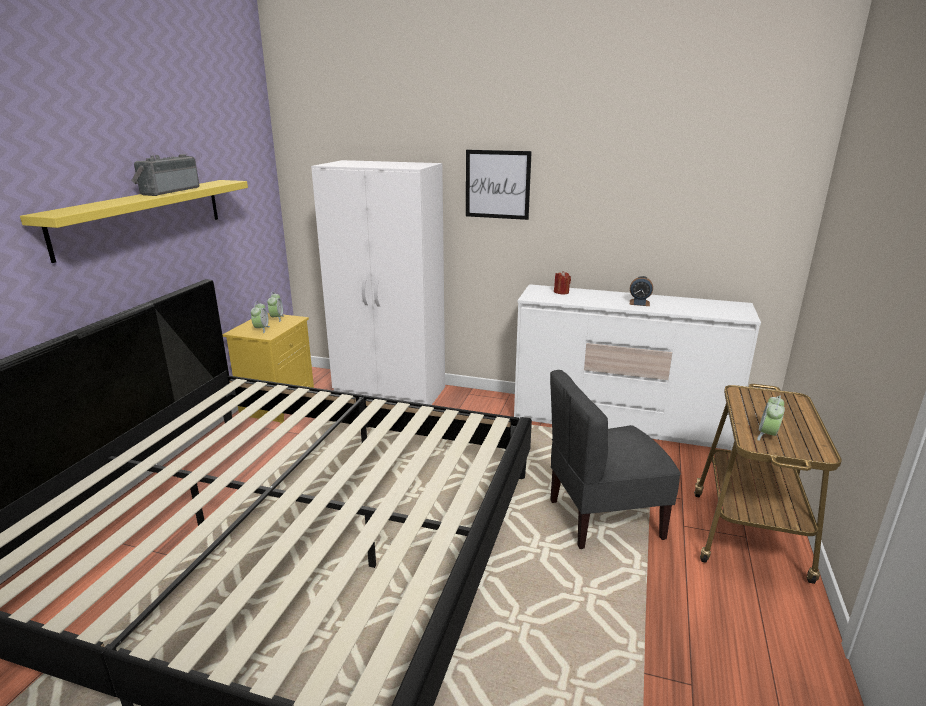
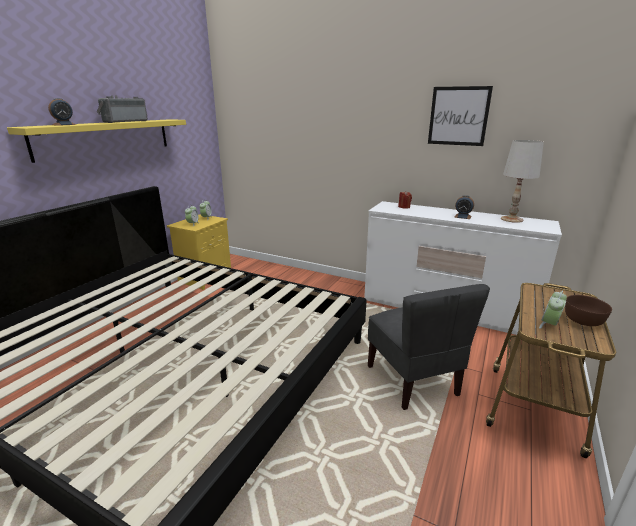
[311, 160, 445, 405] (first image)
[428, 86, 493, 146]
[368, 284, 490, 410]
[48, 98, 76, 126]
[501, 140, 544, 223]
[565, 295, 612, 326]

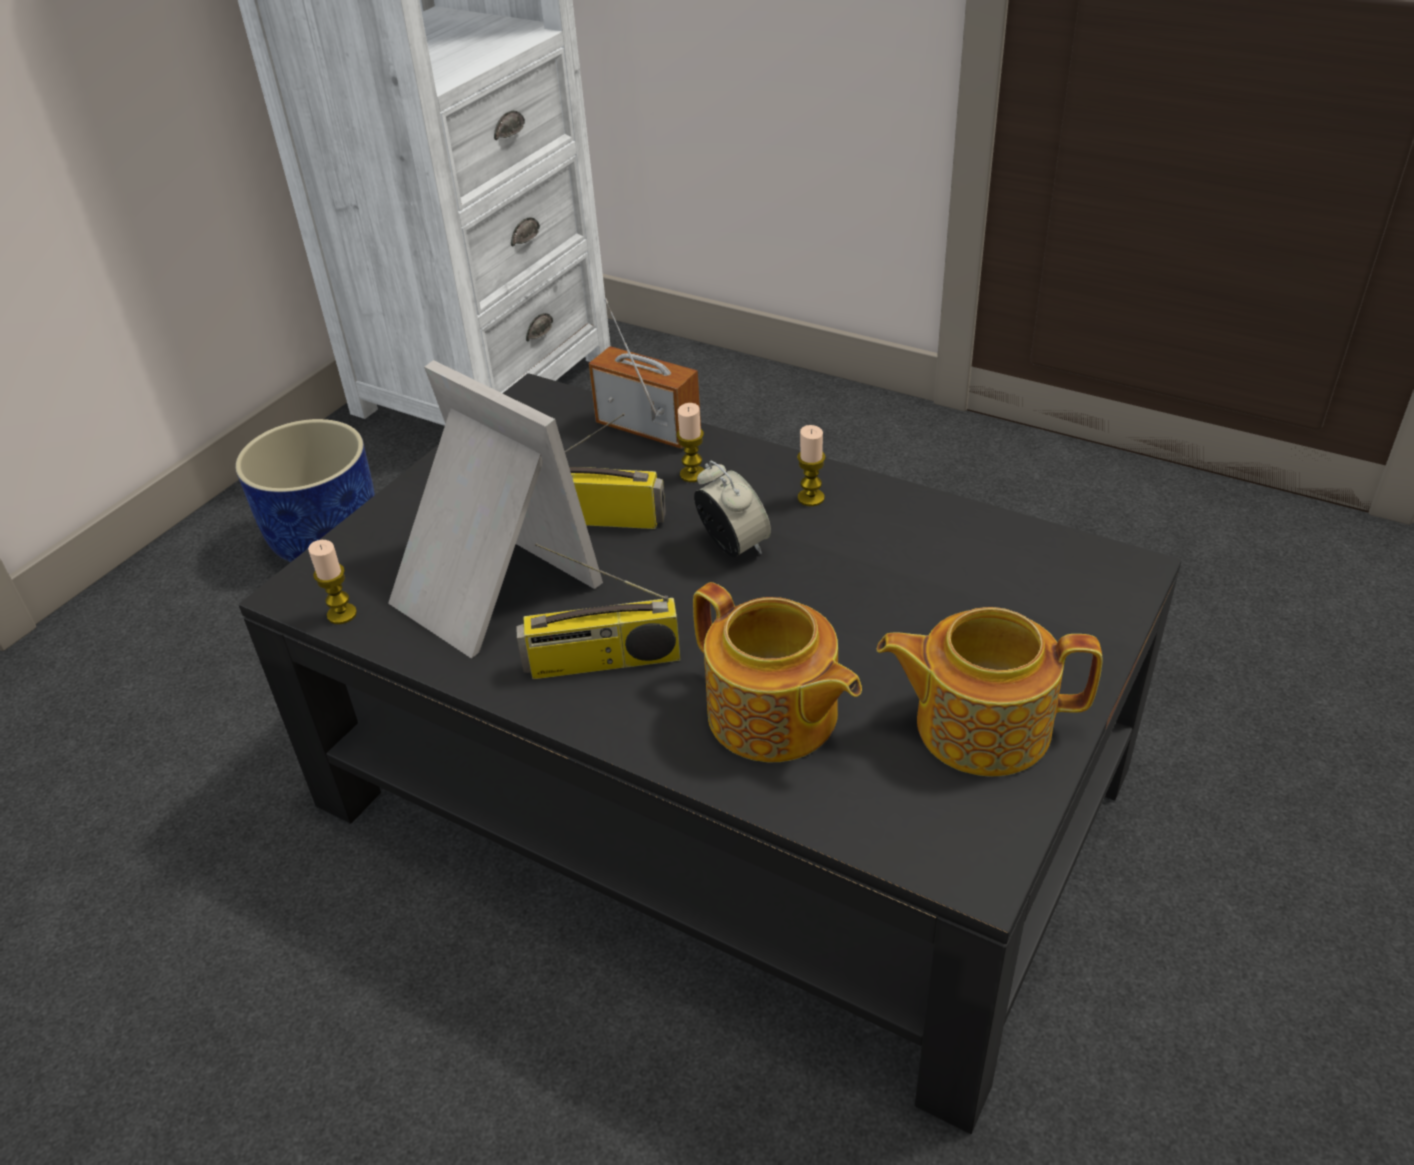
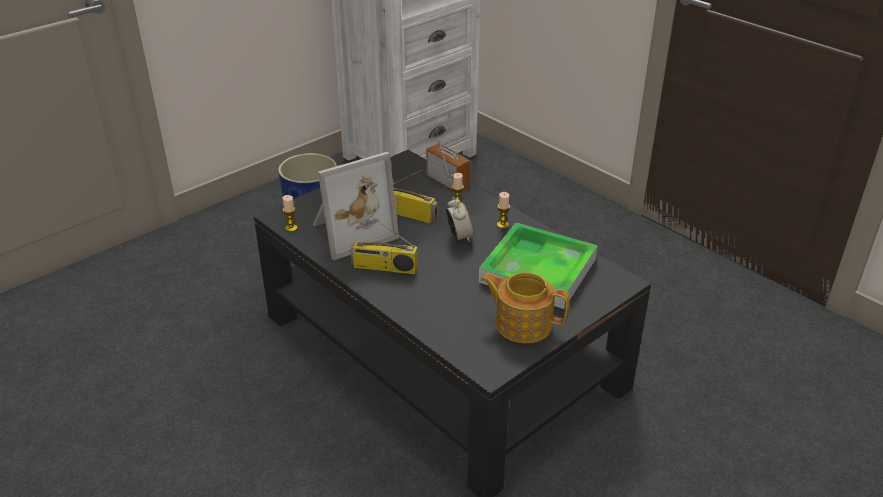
[313, 152, 399, 261]
[693, 582, 862, 762] (first image)
[479, 223, 598, 309]

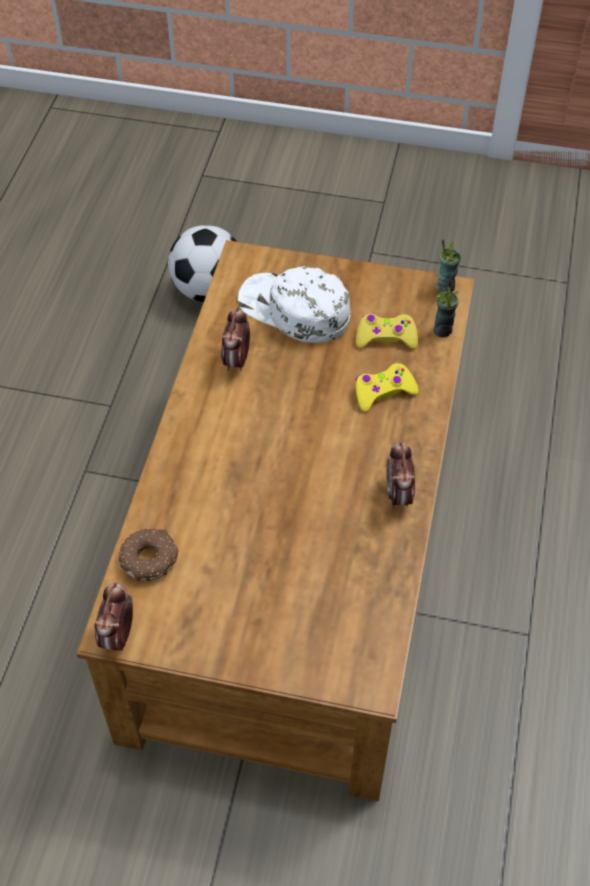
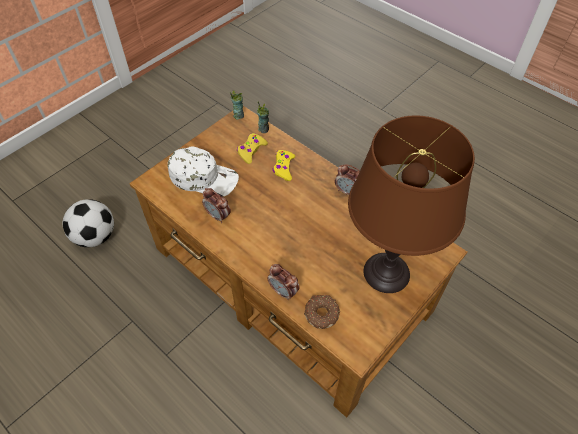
[267, 264, 300, 300]
[168, 146, 239, 197]
[348, 115, 475, 293]

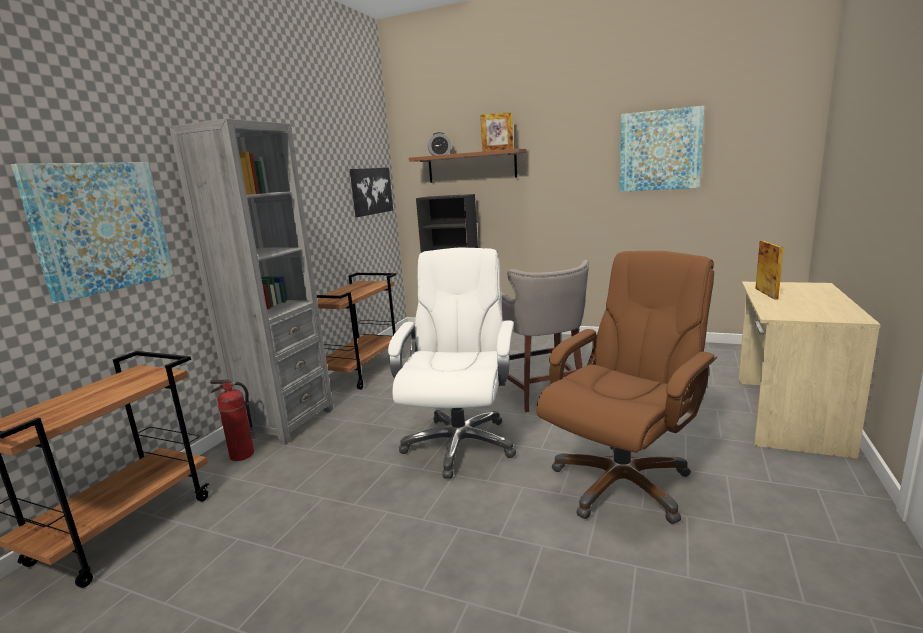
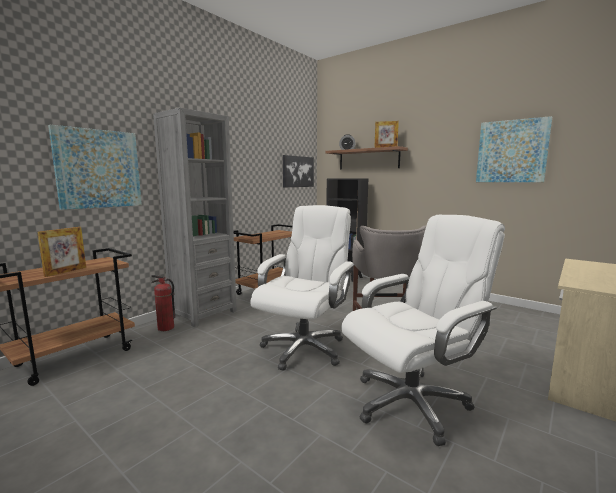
[341, 215, 505, 446]
[37, 227, 86, 277]

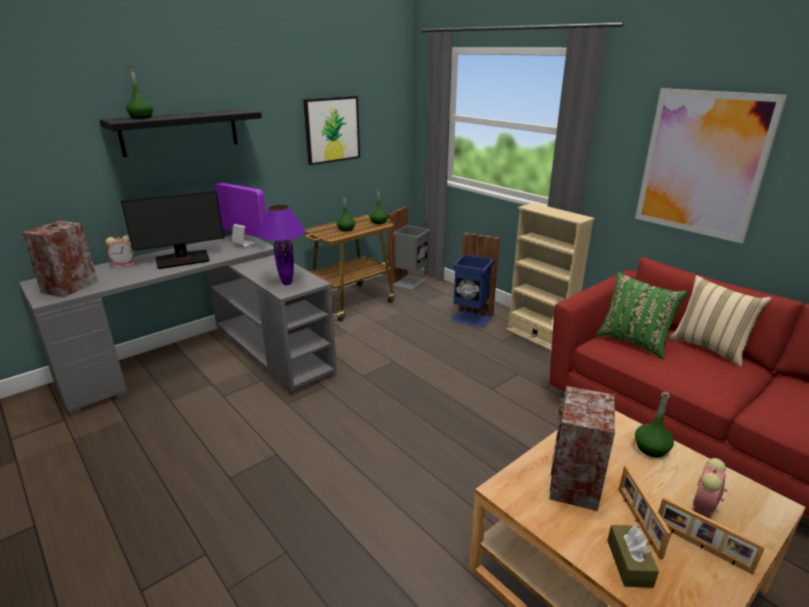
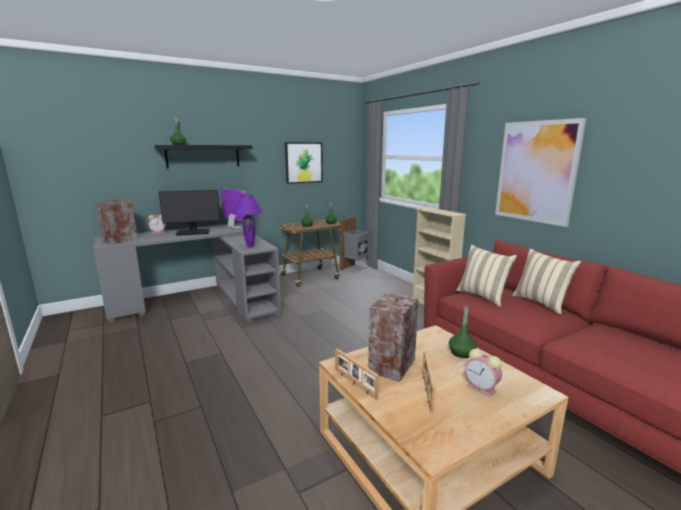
[450, 232, 500, 328] (first image)
[456, 245, 517, 307]
[607, 525, 659, 588] (first image)
[335, 349, 379, 400]
[465, 349, 502, 397]

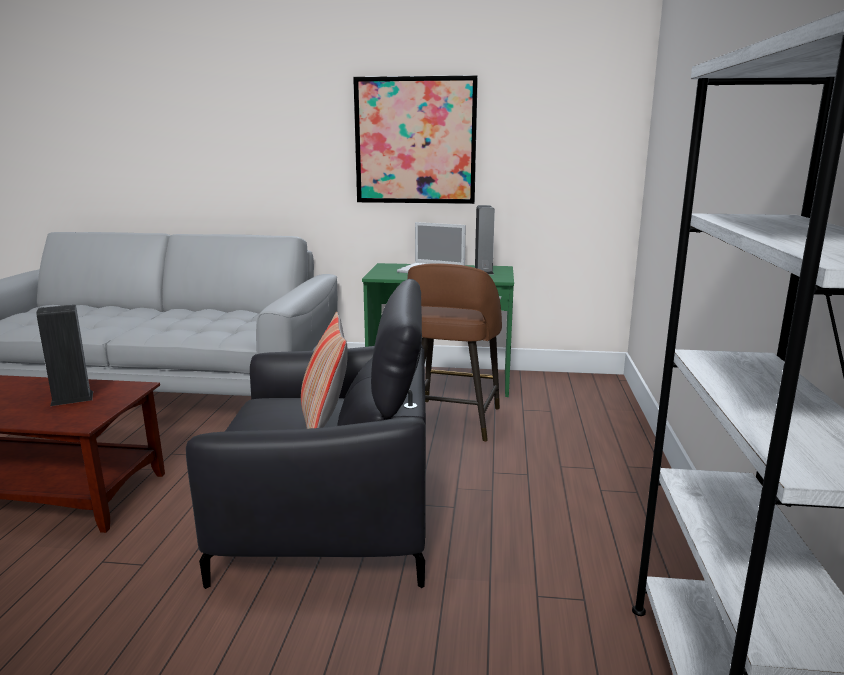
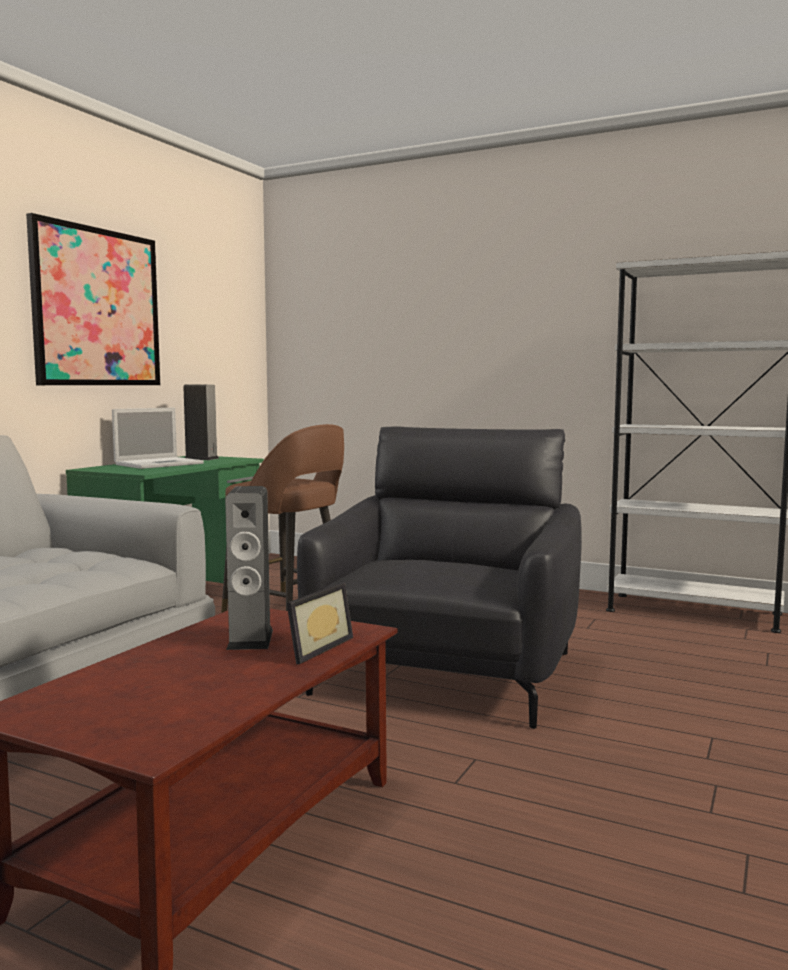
[301, 312, 348, 429] (first image)
[287, 582, 353, 664]

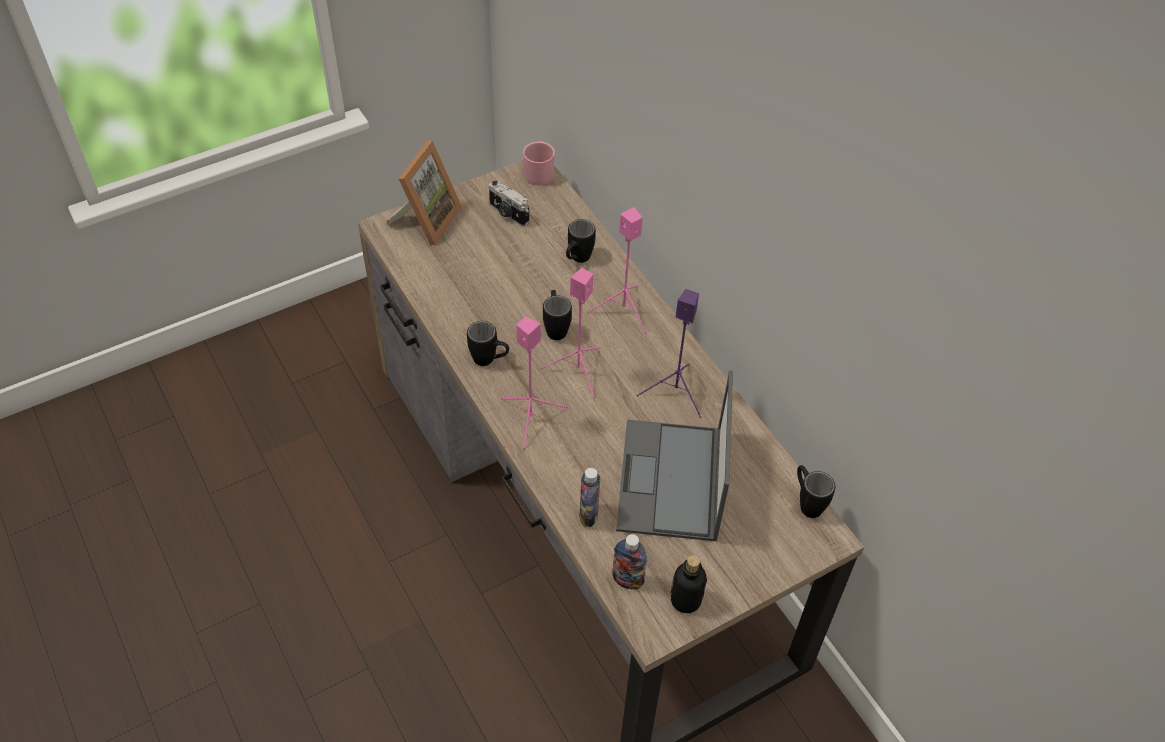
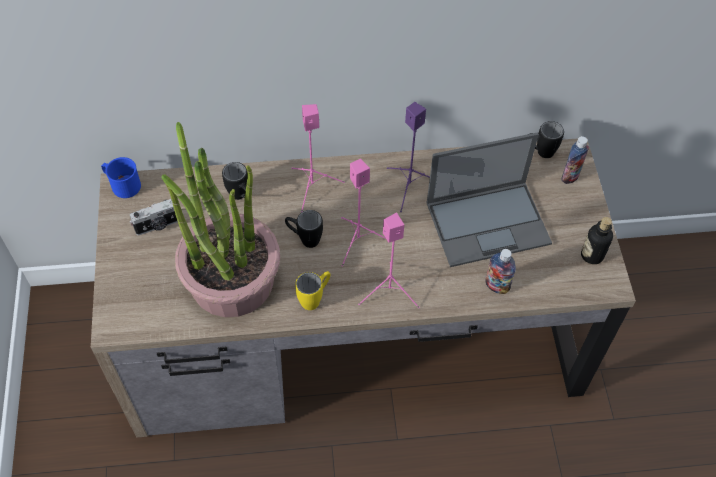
[387, 140, 462, 245] (first image)
[295, 271, 330, 310]
[101, 157, 141, 198]
[561, 136, 589, 184]
[427, 133, 552, 267]
[161, 122, 280, 317]

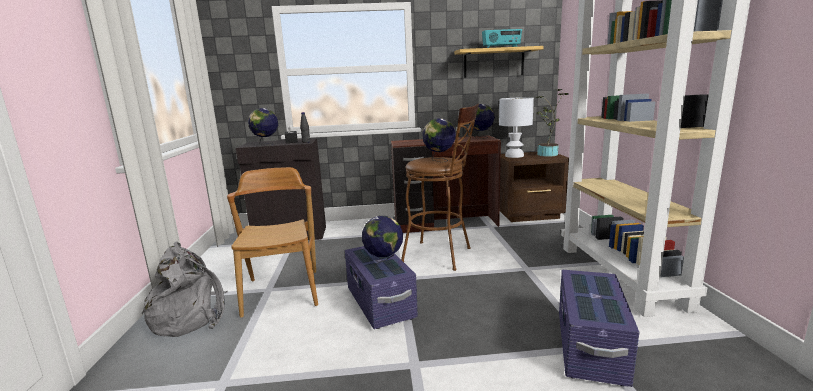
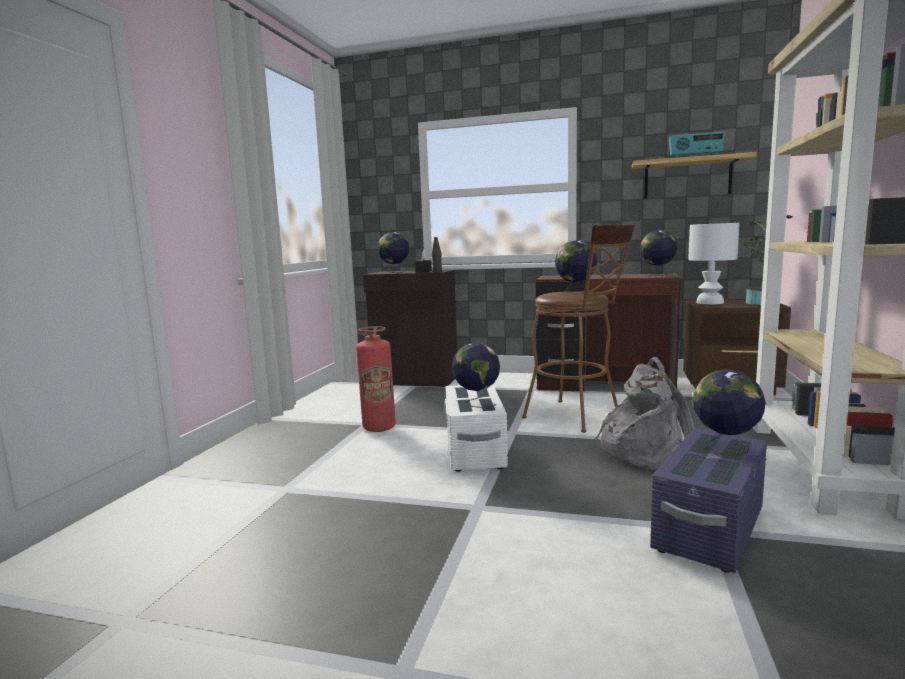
[595, 357, 695, 470]
[356, 326, 396, 432]
[445, 384, 508, 472]
[693, 369, 765, 456]

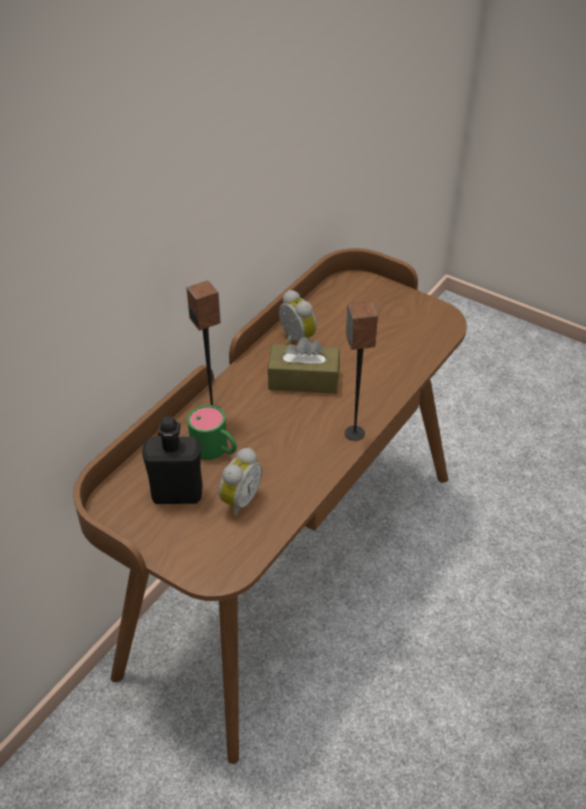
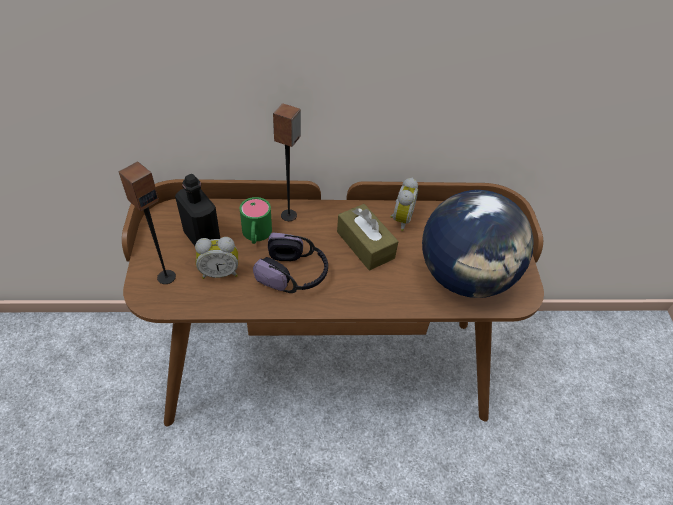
[118, 161, 176, 284]
[253, 232, 328, 293]
[422, 190, 534, 298]

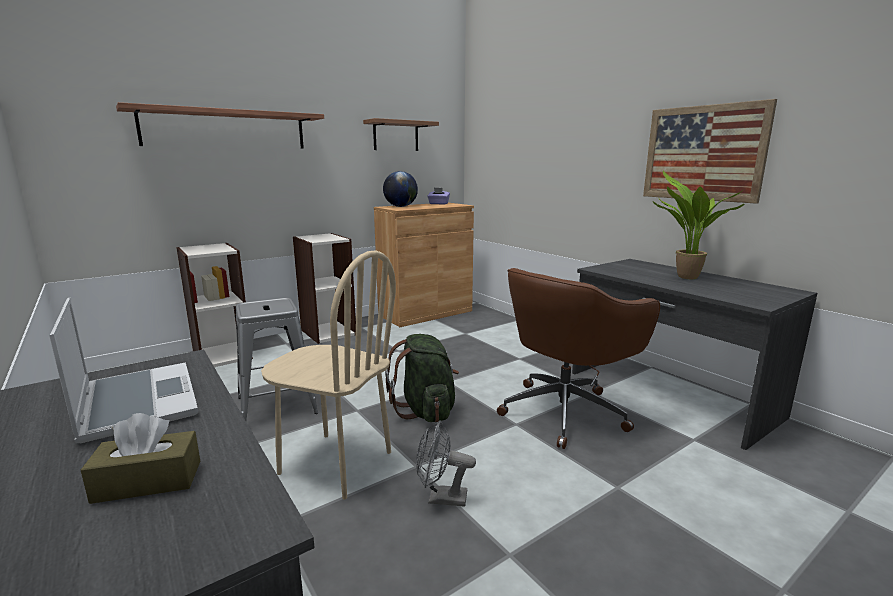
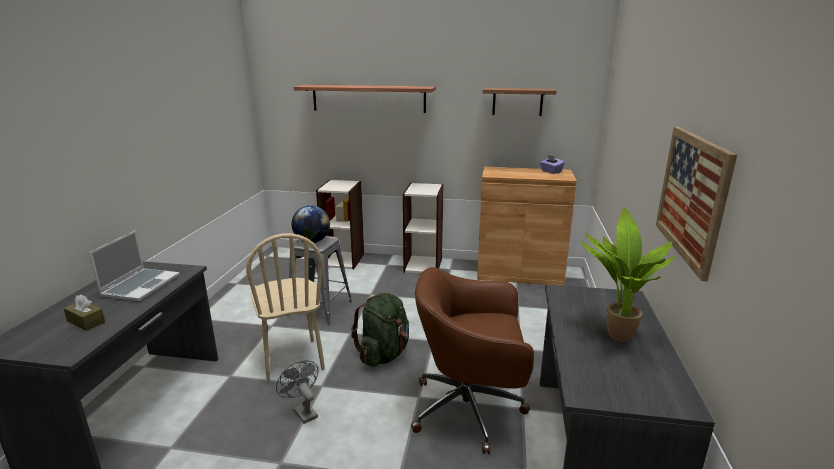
[292, 205, 330, 243]

